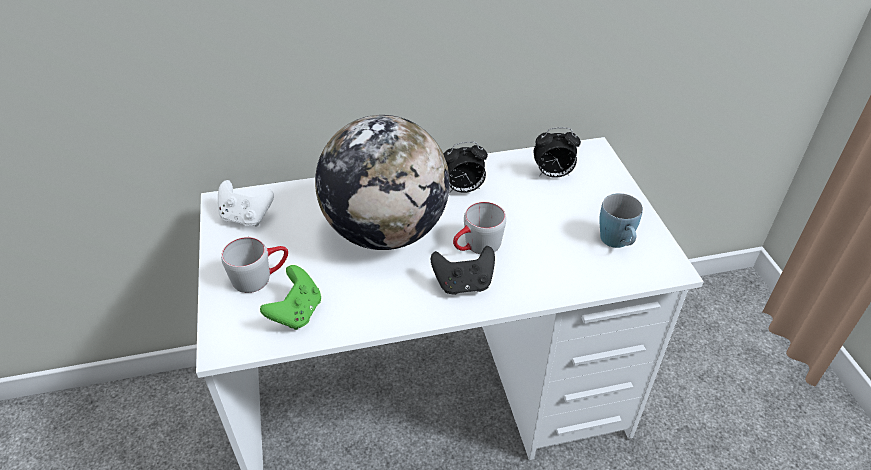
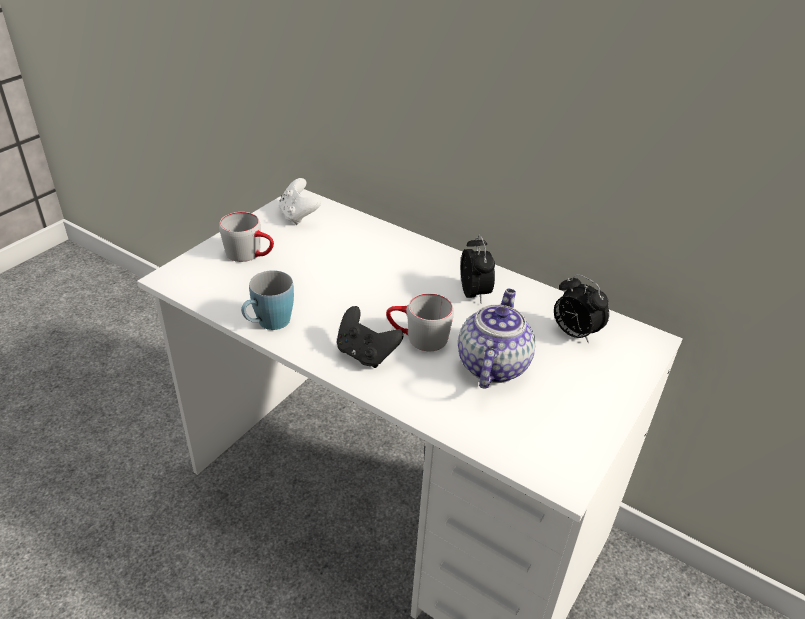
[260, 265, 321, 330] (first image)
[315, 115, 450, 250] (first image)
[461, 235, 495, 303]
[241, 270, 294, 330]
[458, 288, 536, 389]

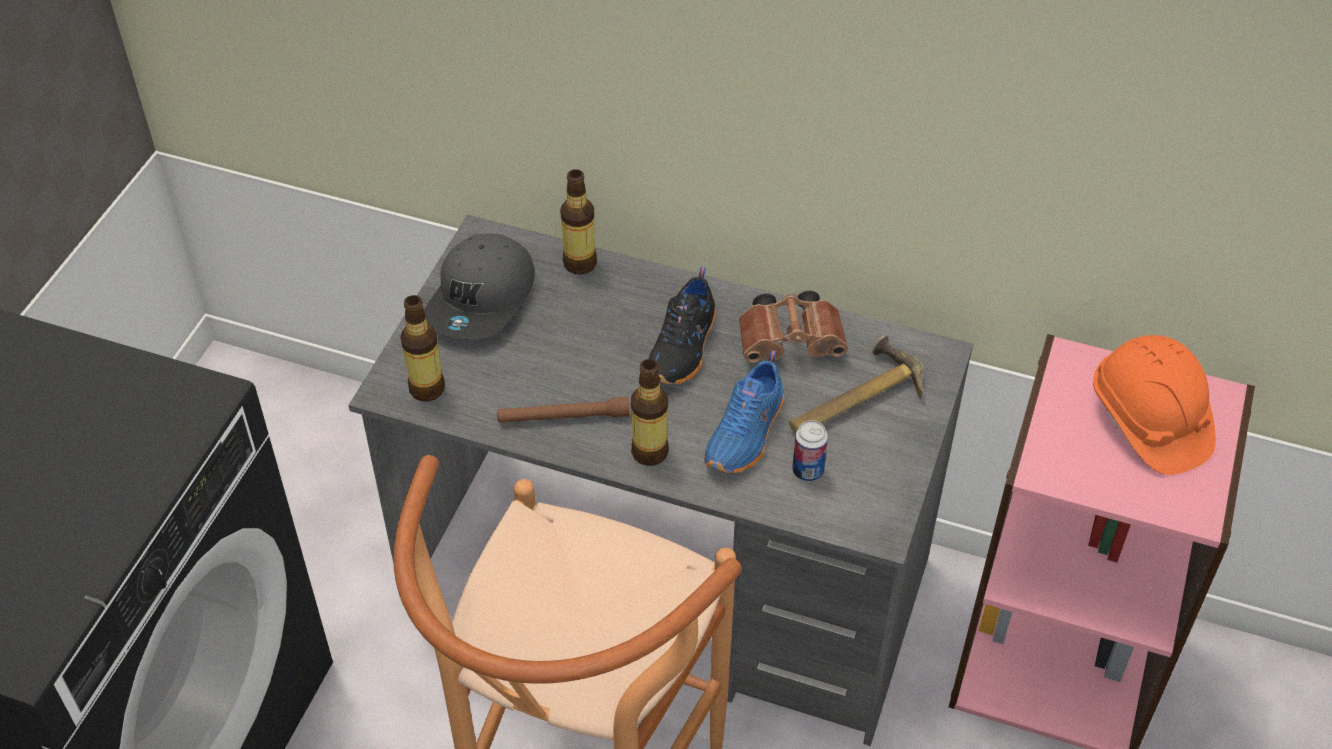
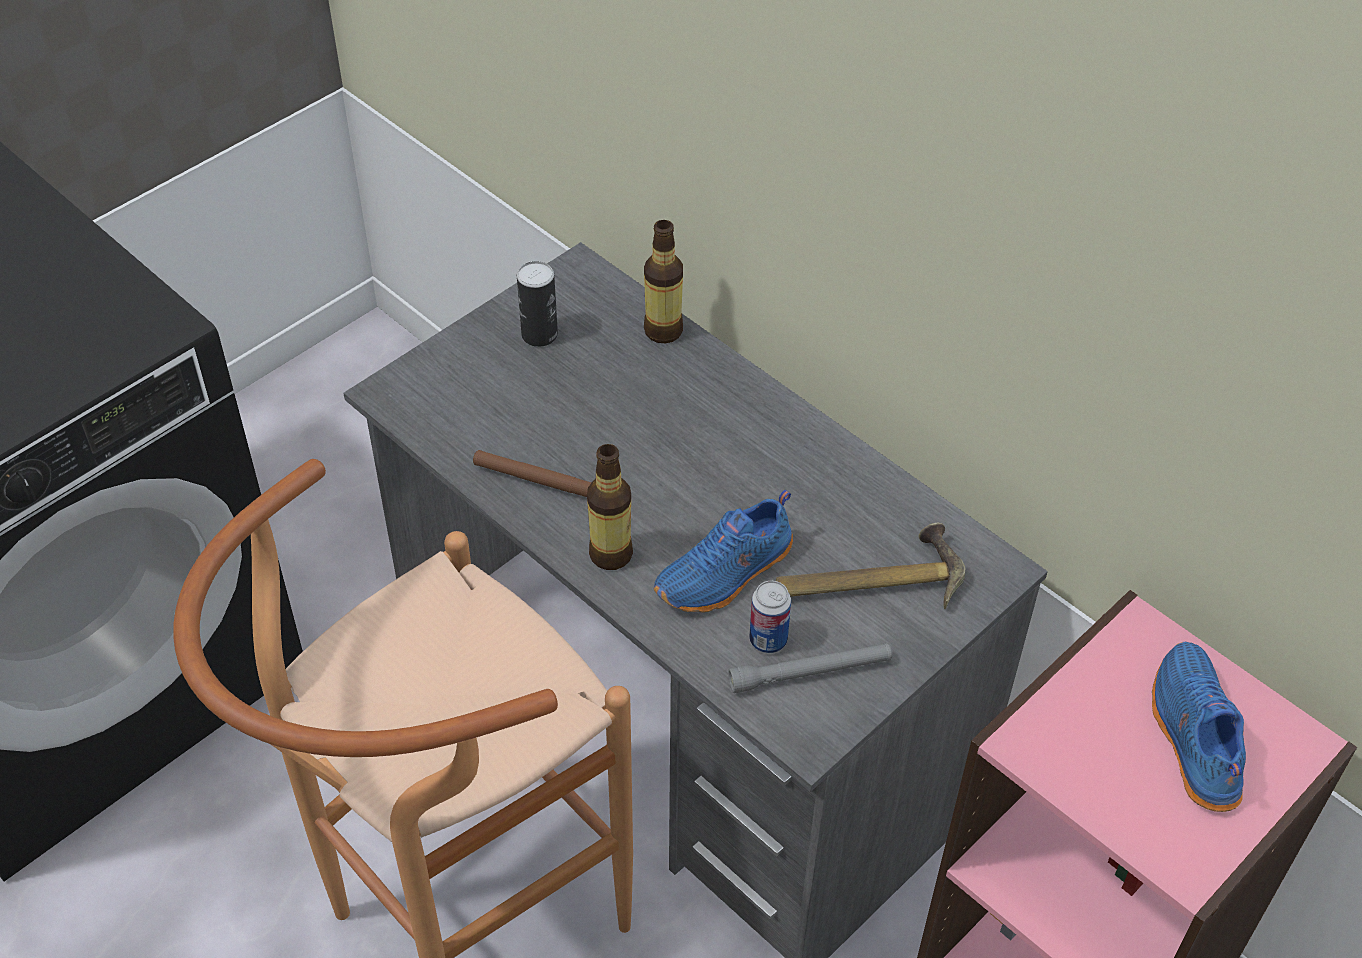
[400, 295, 445, 402] (first image)
[517, 261, 558, 347]
[649, 266, 716, 384] (first image)
[739, 291, 848, 363] (first image)
[1152, 642, 1246, 812]
[728, 643, 893, 693]

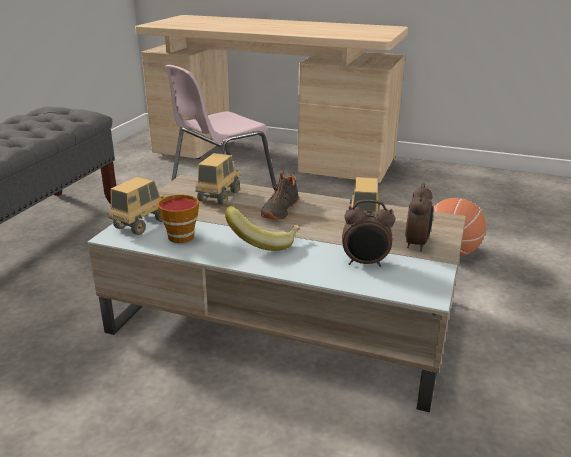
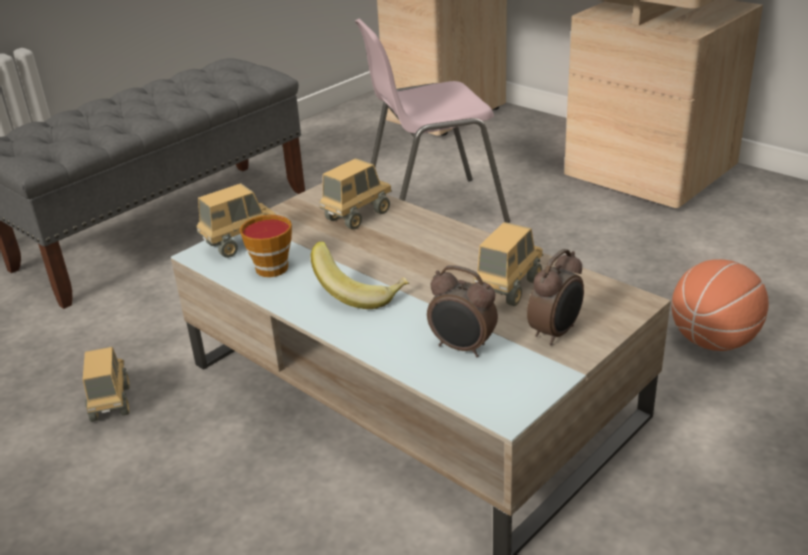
[261, 171, 299, 220] (first image)
[83, 347, 130, 422]

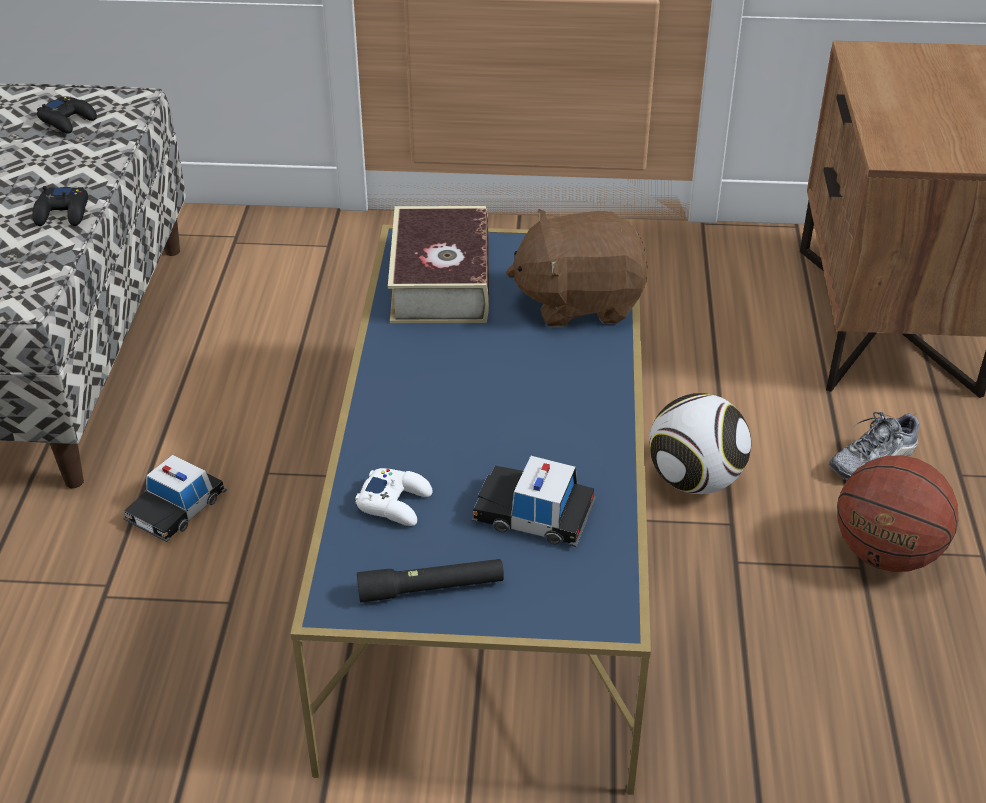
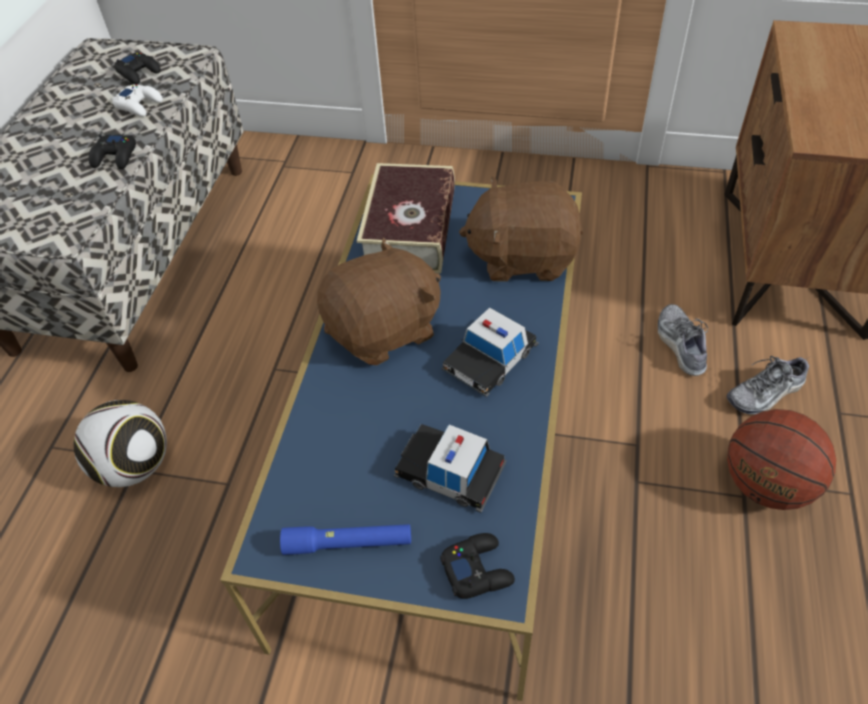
[441, 307, 539, 397]
[112, 84, 163, 117]
[280, 524, 411, 555]
[74, 400, 167, 487]
[317, 237, 441, 365]
[440, 533, 515, 599]
[658, 304, 708, 376]

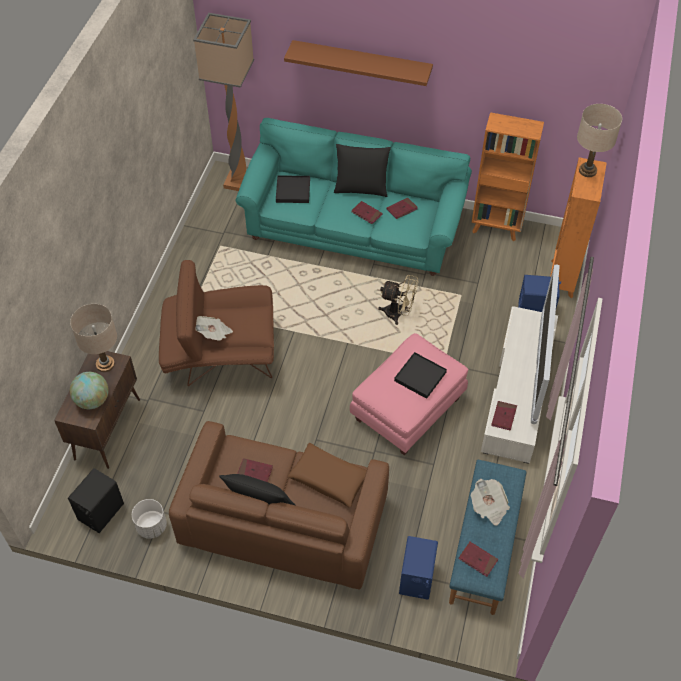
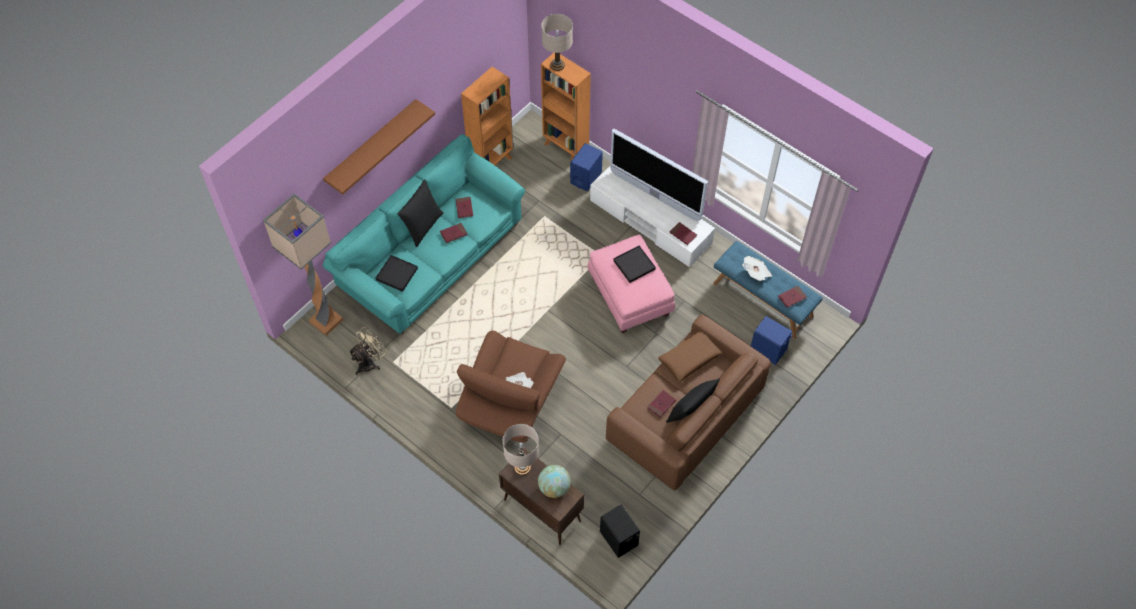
[132, 499, 167, 539] (first image)
[349, 328, 387, 375]

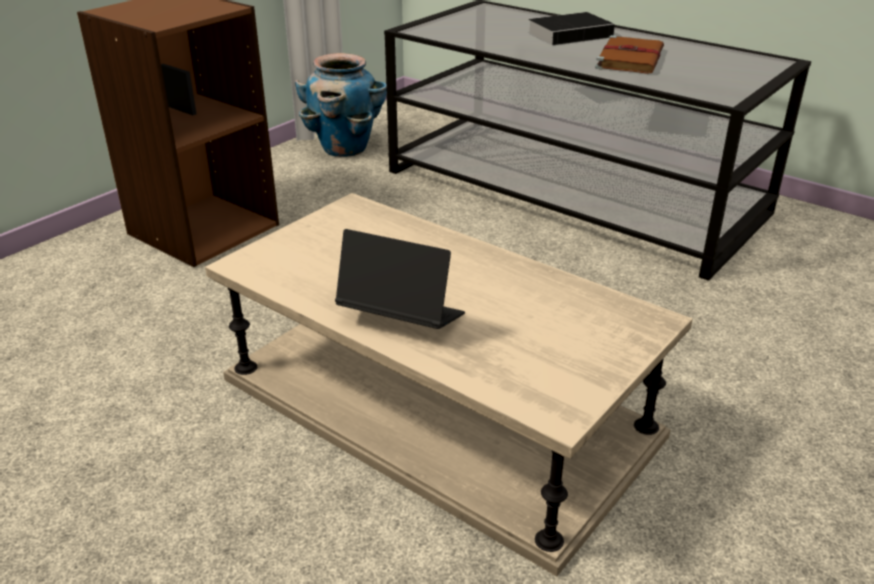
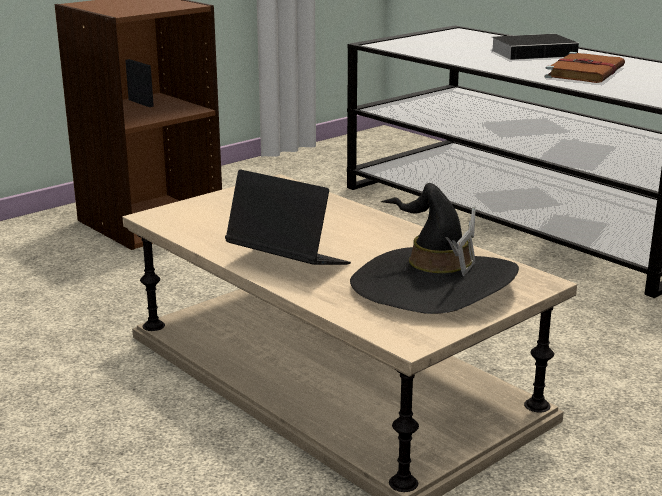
[295, 53, 387, 157] (first image)
[350, 183, 519, 314]

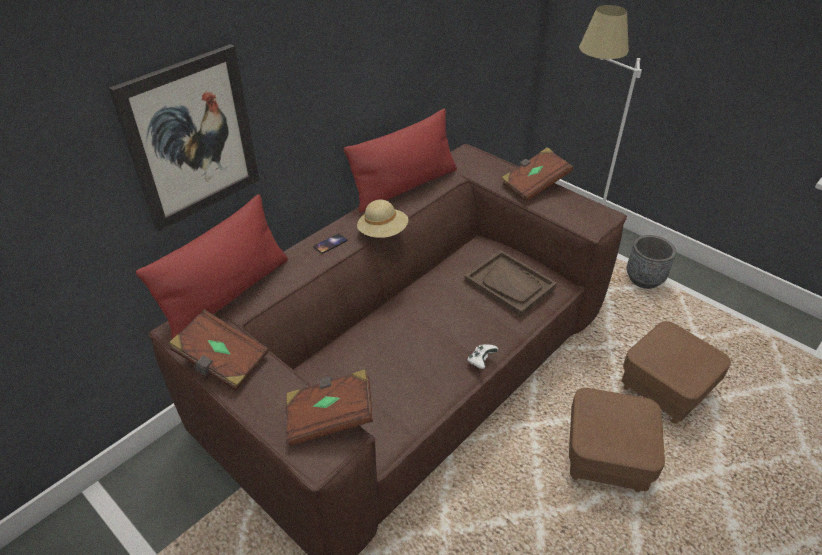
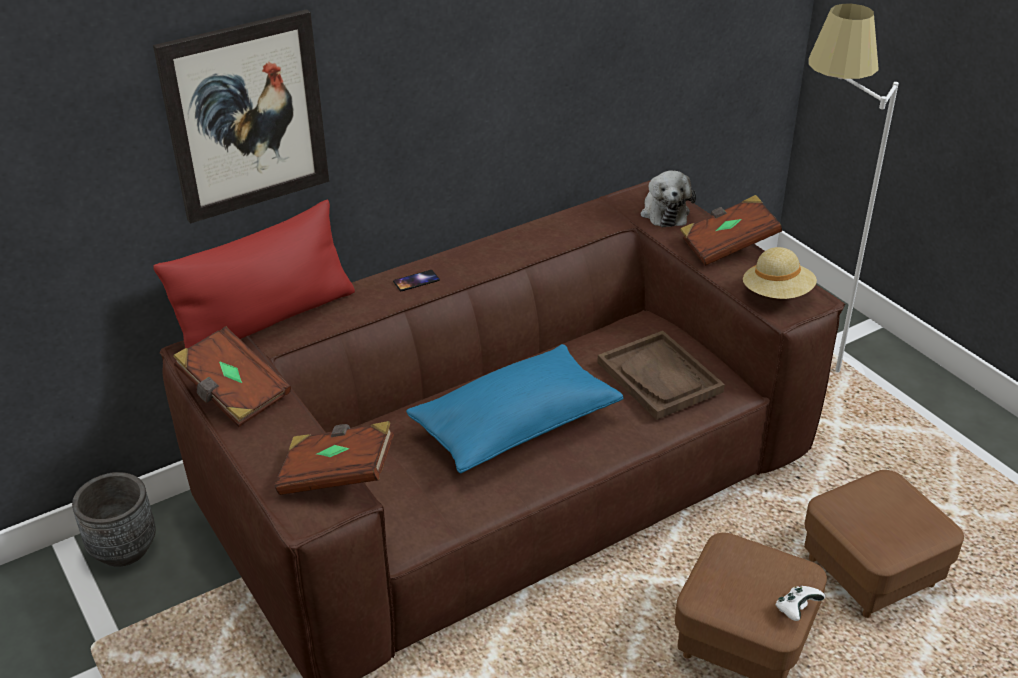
[344, 109, 457, 213] (first image)
[743, 247, 817, 299]
[775, 585, 825, 621]
[72, 472, 156, 567]
[406, 344, 623, 473]
[641, 171, 696, 227]

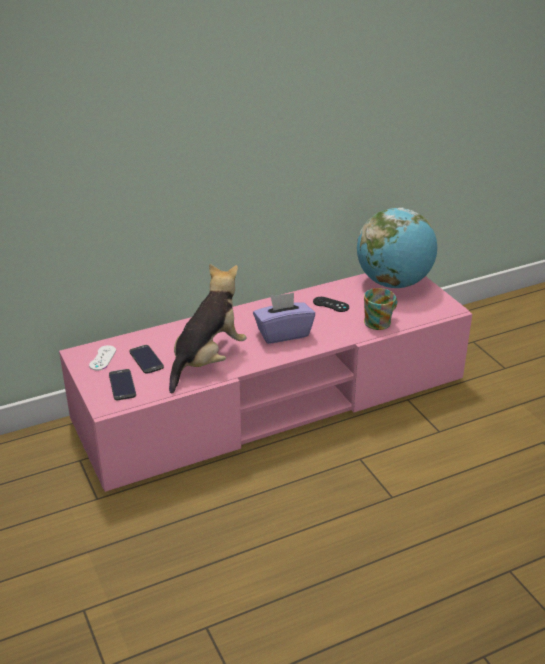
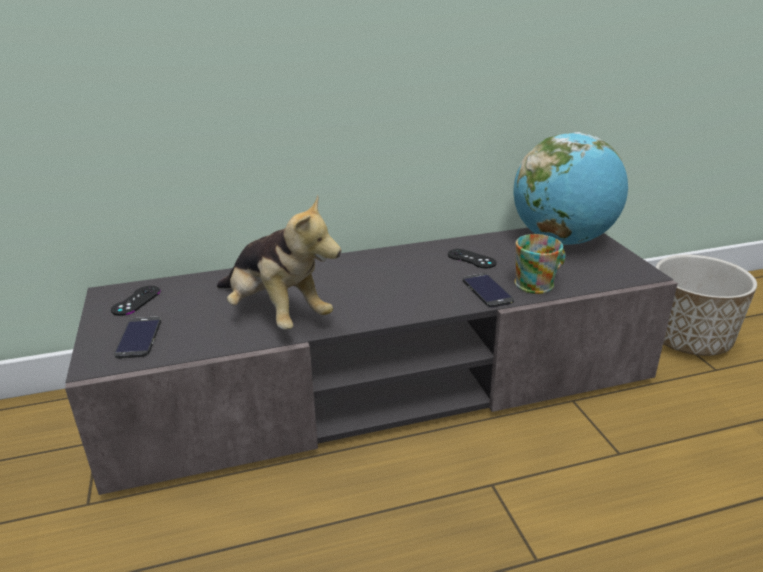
[65, 228, 678, 495]
[111, 286, 160, 316]
[463, 273, 514, 307]
[217, 195, 341, 329]
[253, 292, 315, 344] (first image)
[656, 255, 757, 356]

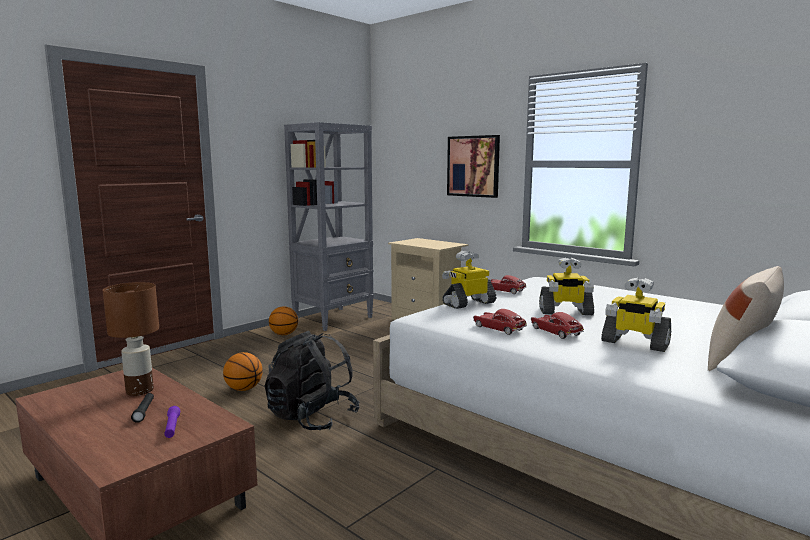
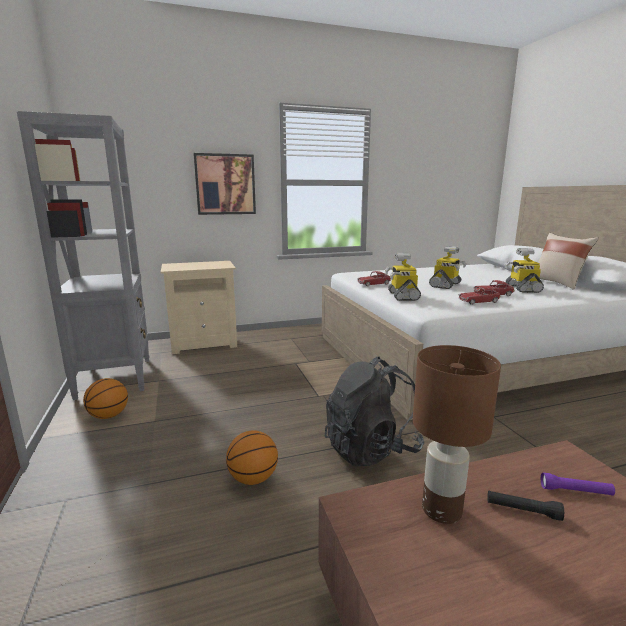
[504, 248, 544, 293]

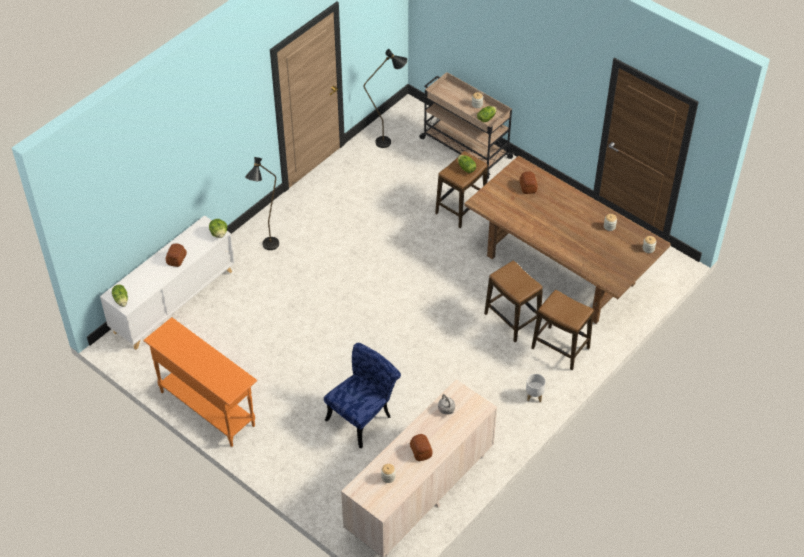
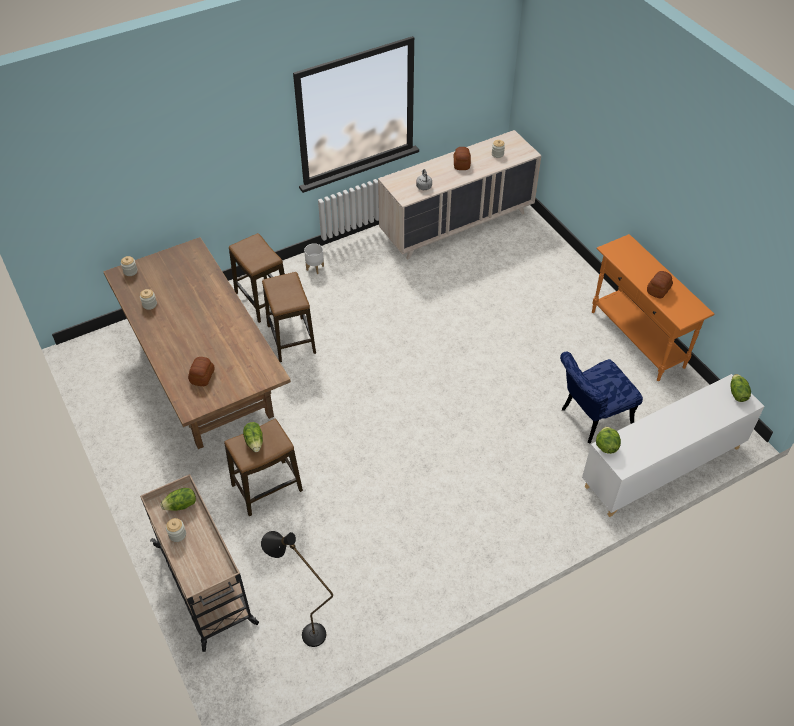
[647, 271, 673, 298]
[245, 157, 279, 250] (first image)
[560, 352, 643, 443]

